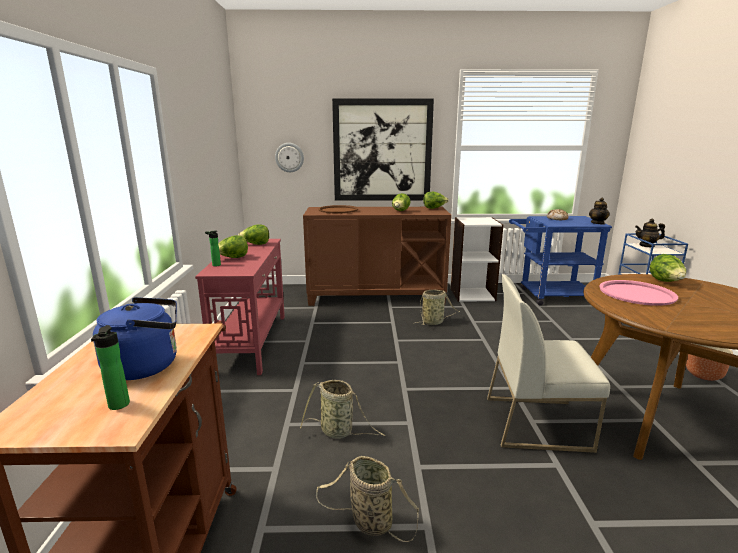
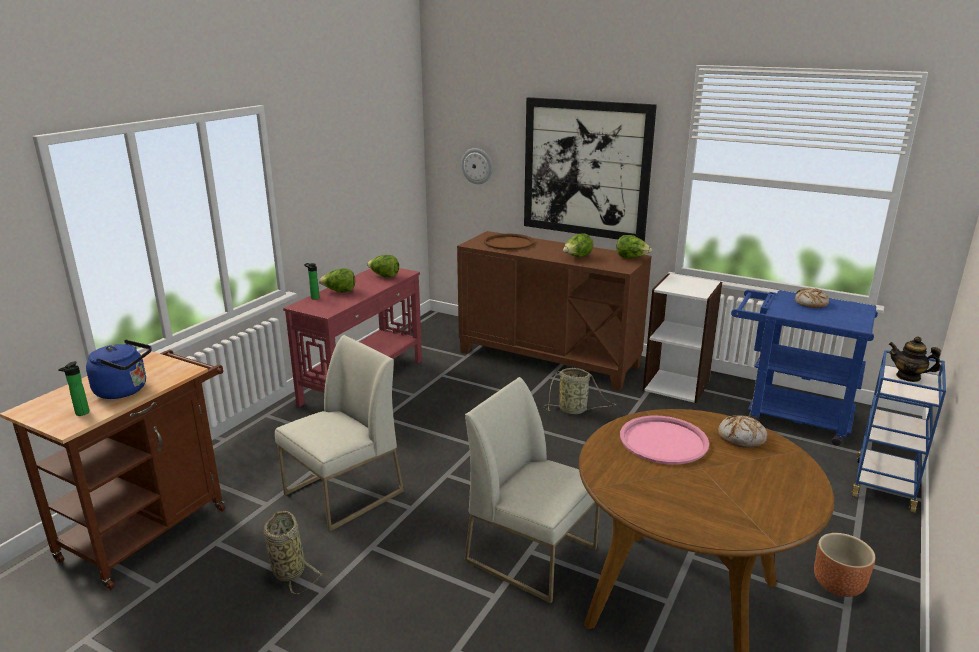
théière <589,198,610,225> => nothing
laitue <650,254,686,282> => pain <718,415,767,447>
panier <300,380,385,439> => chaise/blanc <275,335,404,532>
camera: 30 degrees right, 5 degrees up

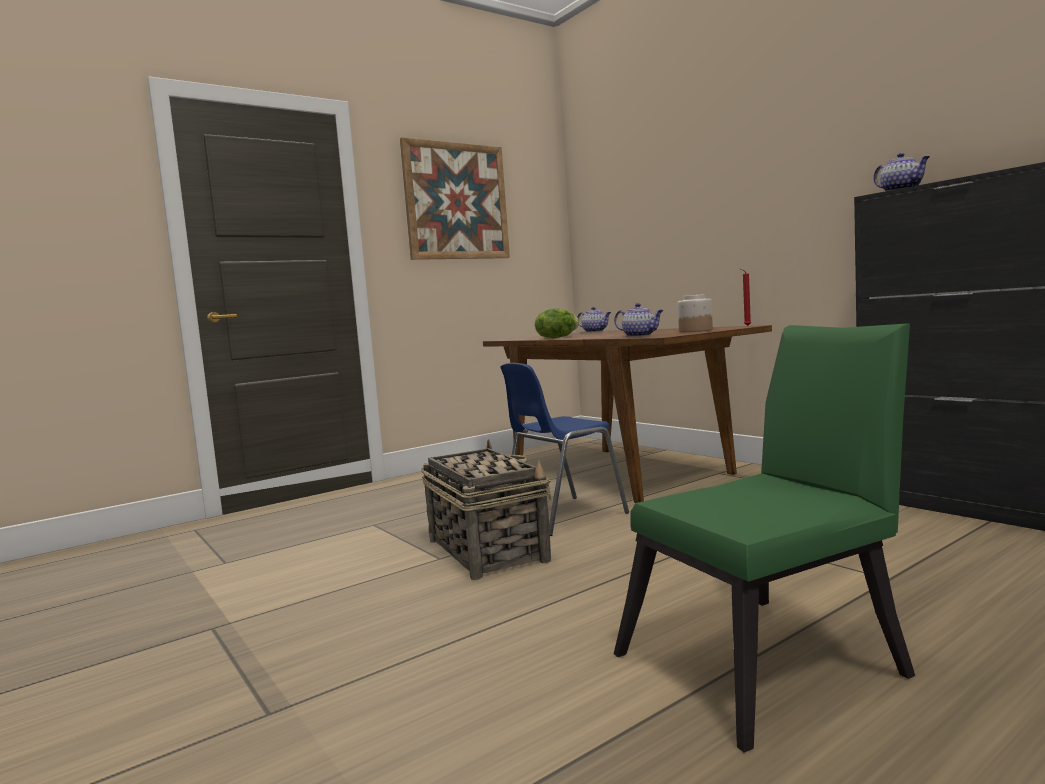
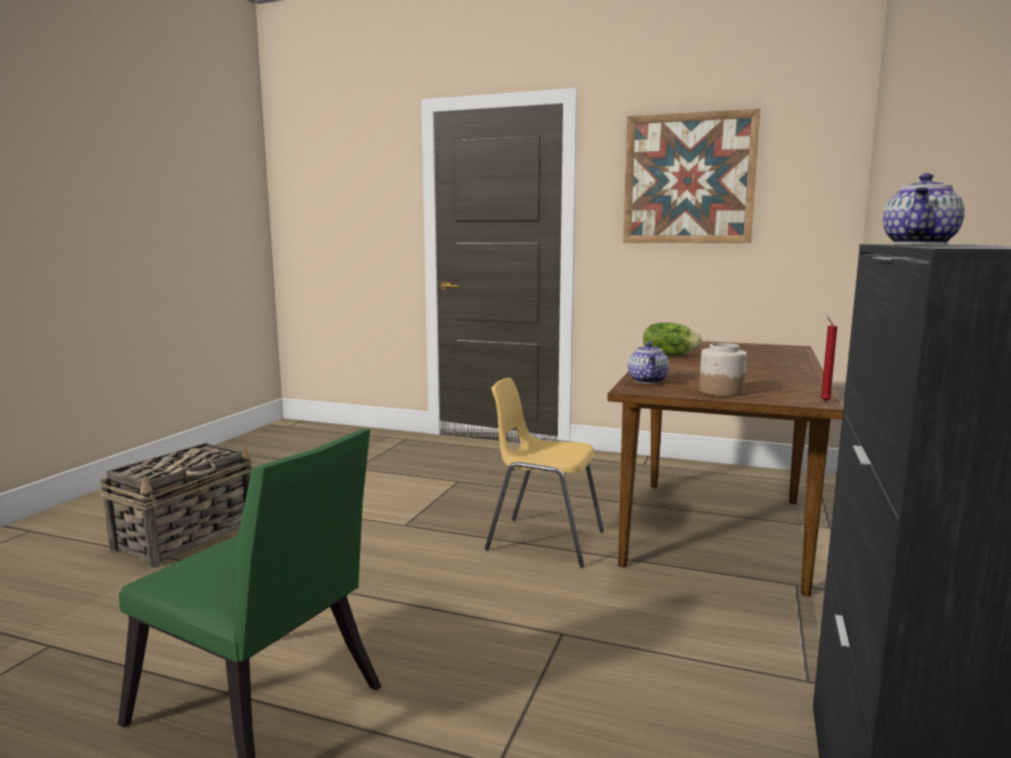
théière <577,307,611,332> => nothing
chaise/bleu <501,363,629,536> => chaise/jaune <485,378,604,568>
panier <421,439,551,580> => panier <99,443,253,568>, relocated
camera: 55 degrees right, 5 degrees up

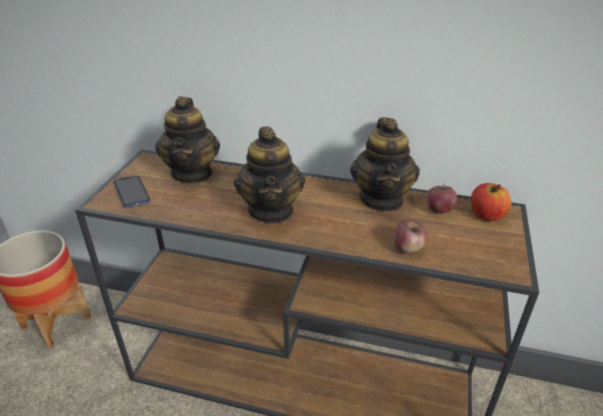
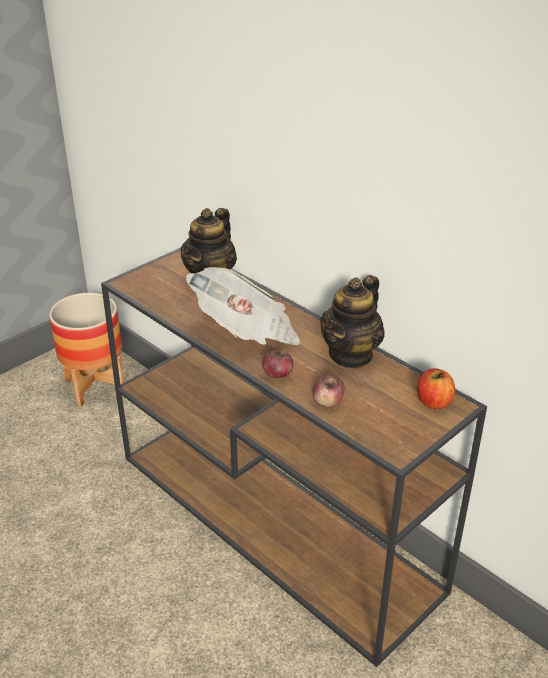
théière <234,127,305,223> => journal <186,267,301,345>
téléphone <114,176,150,207> => nothing
pomme <426,184,457,213> => pomme <262,349,294,378>, relocated
camera: 30 degrees right, 0 degrees up

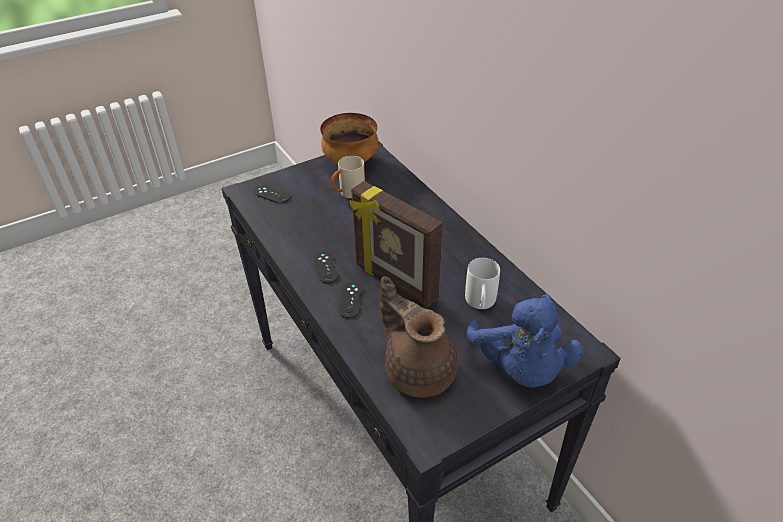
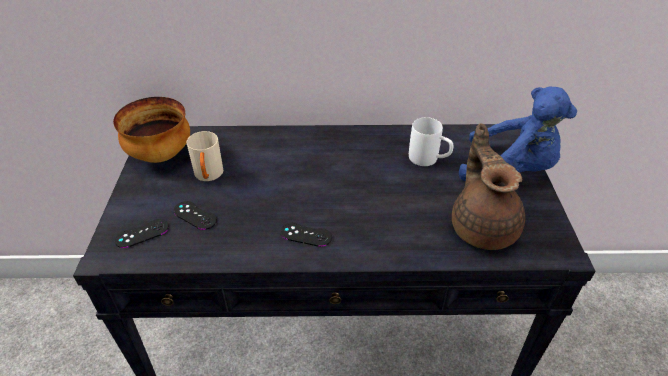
cadre photo <350,181,443,307> => nothing
théière/marron <380,276,458,397> => théière/marron <452,124,525,250>, 90 degrees clockwise
manette/noir <339,282,363,318> => manette/noir <173,201,217,230>, relocated
camera: 60 degrees left, 0 degrees up

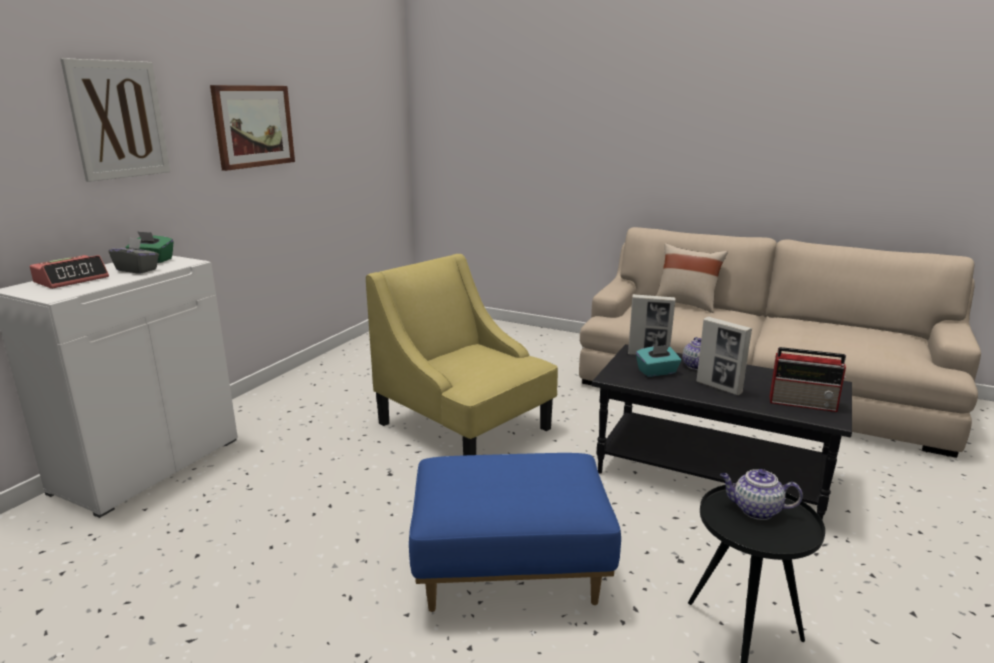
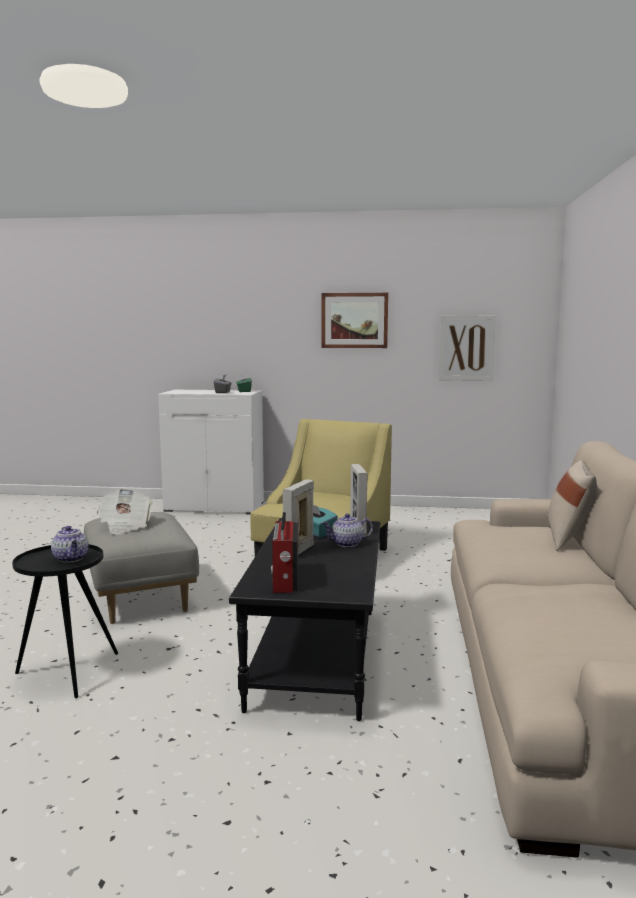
tableau <60,58,170,182> => tableau <439,315,496,381>, relocated
réveil <30,255,109,289> => nothing
pouf/bleu <409,453,621,612> => pouf/gris <84,512,199,624>
théière <720,469,803,520> => théière <51,526,88,563>, 150 degrees clockwise
nothing => journal <97,488,153,535>
camera: 70 degrees right, 10 degrees down

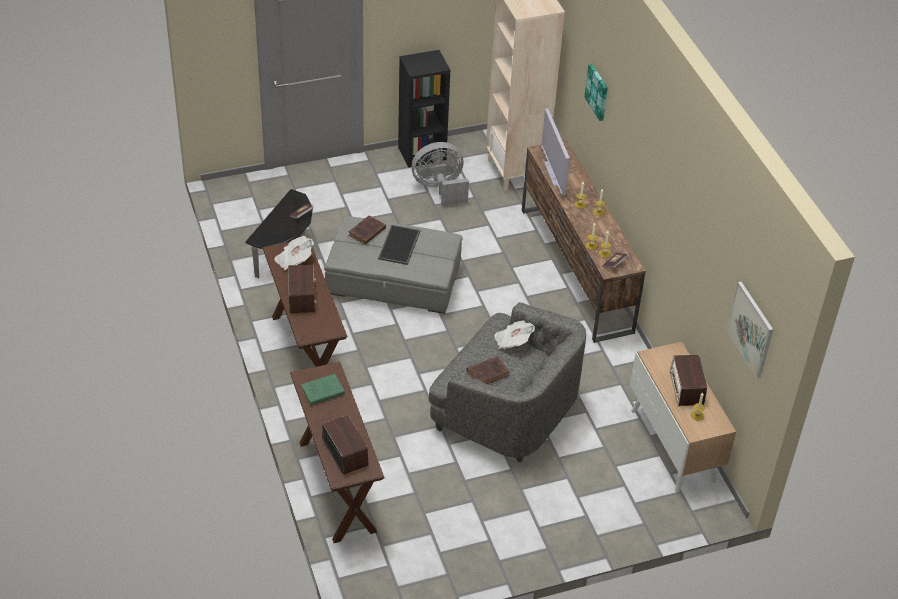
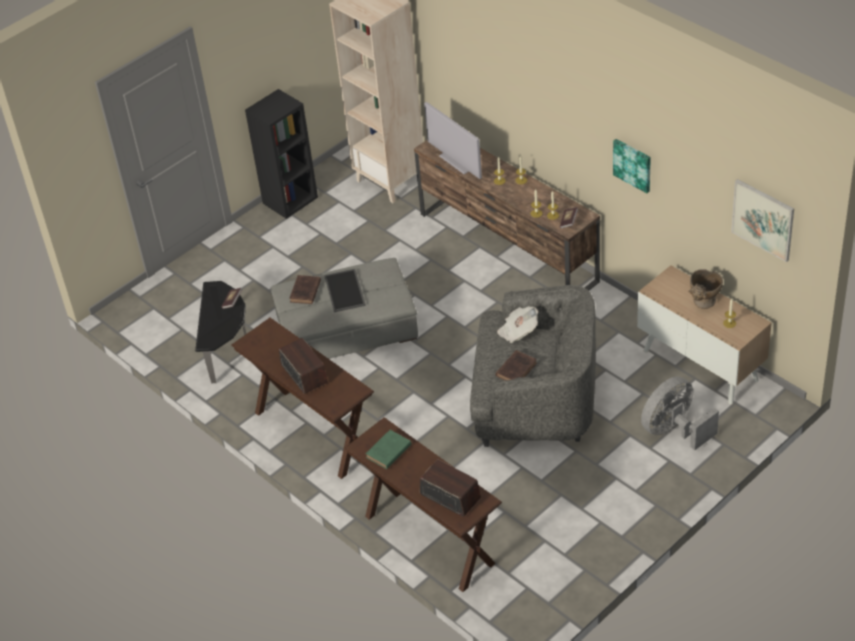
tableau <584,64,608,121> => tableau <613,139,651,193>, relocated
ventilateur/gris <412,142,469,206> => ventilateur/gris <641,376,719,450>, relocated
journal <274,236,314,270> => nothing
radio <670,355,707,406> => vase/beige <688,269,723,309>
camera: 20 degrees left, 0 degrees up

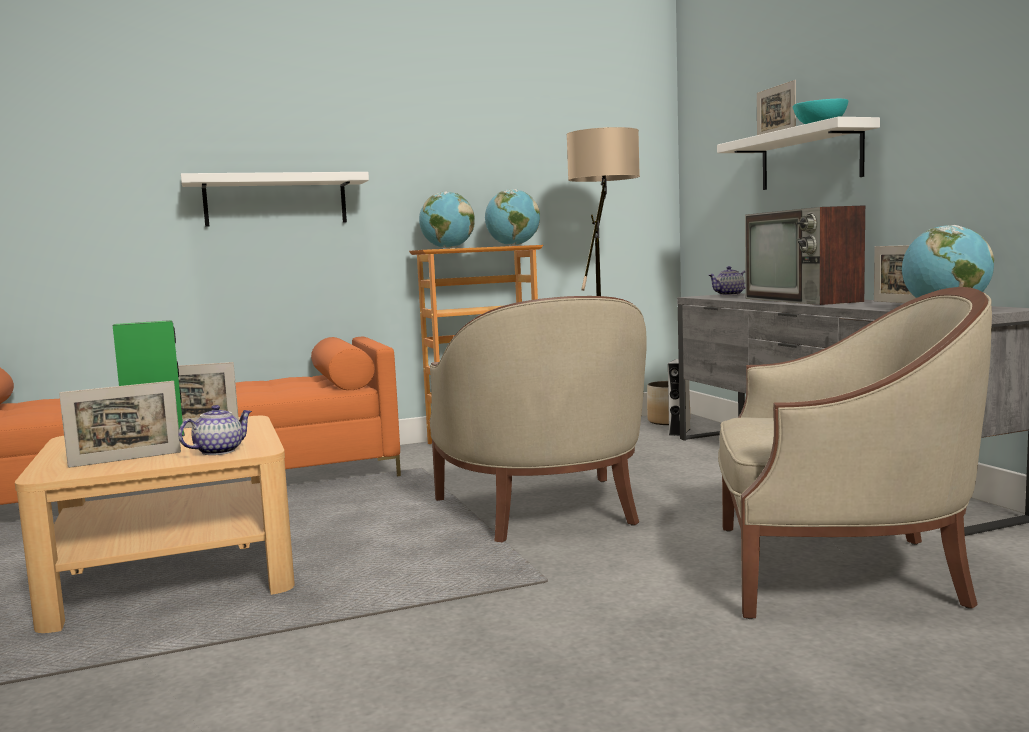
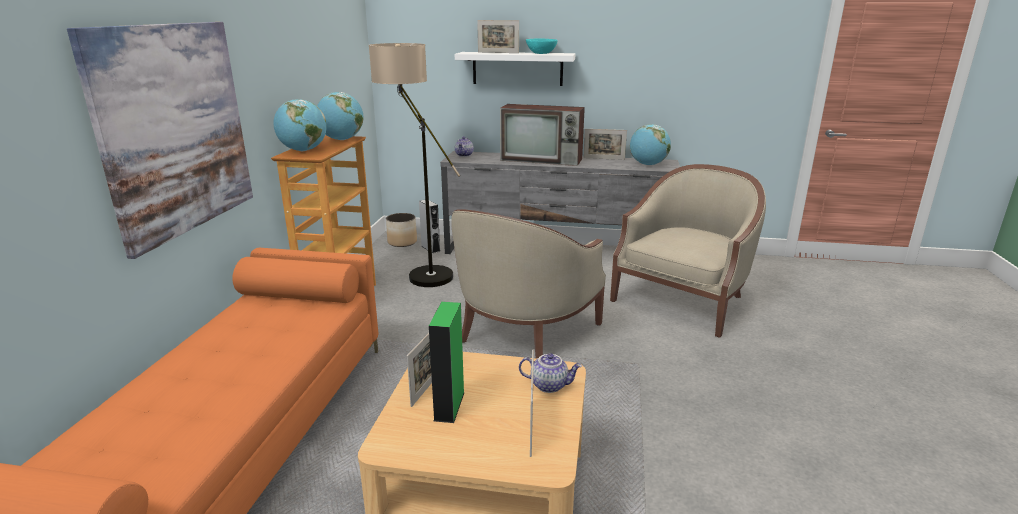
étagère/blanc <181,172,369,227> => tableau <67,22,253,259>
fauteuil/beige <430,296,647,542> => fauteuil/beige <451,209,606,359>, 105 degrees clockwise
théière <178,405,252,455> => théière <519,353,582,393>, 120 degrees clockwise
camera: 60 degrees left, 15 degrees up

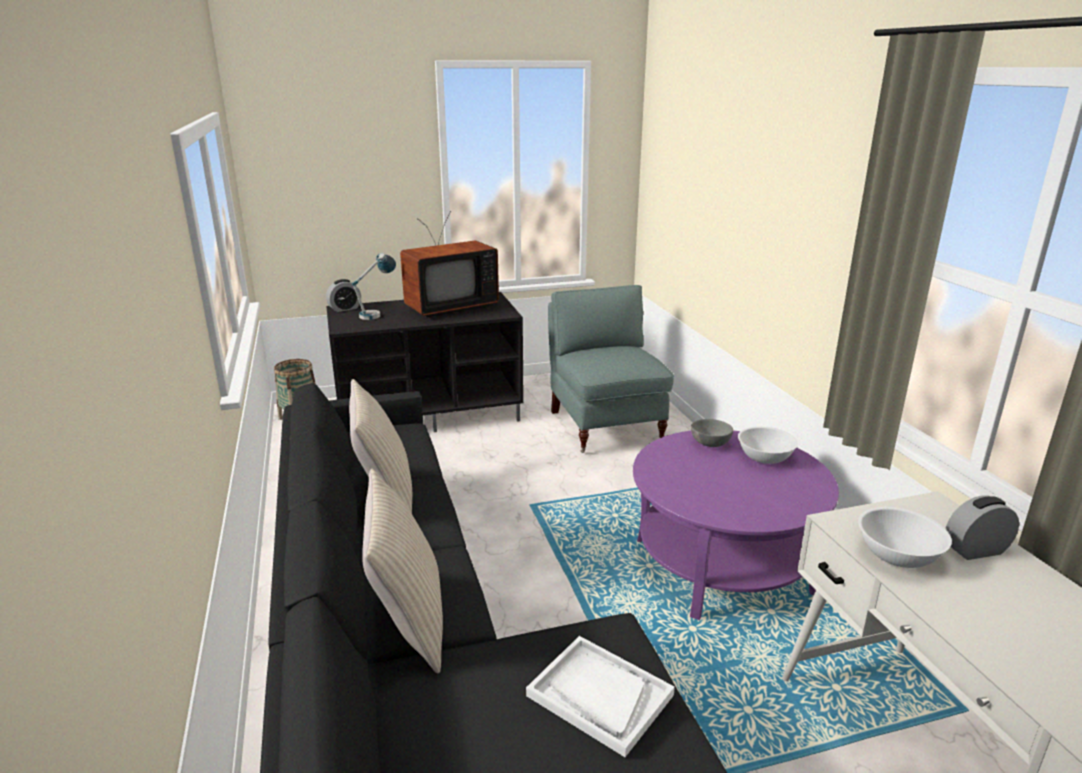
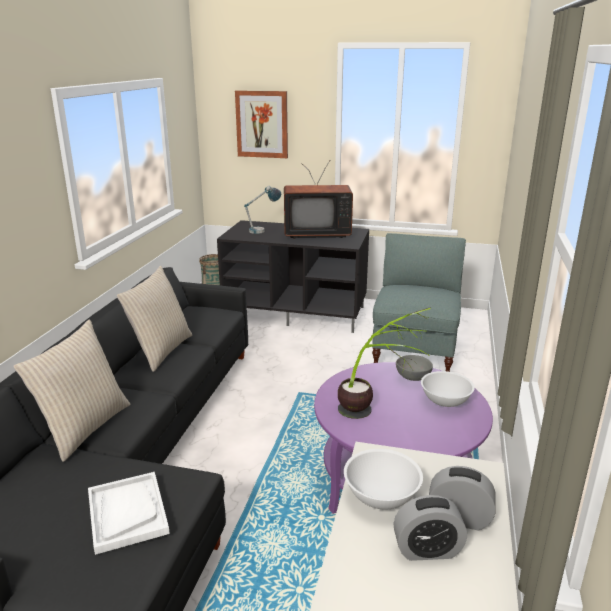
réveil <326,279,361,312> => réveil <393,495,467,561>, relocated
nothing => tableau <235,90,288,158>
nothing => plante en pot <338,307,433,419>
camera: 30 degrees right, 0 degrees up

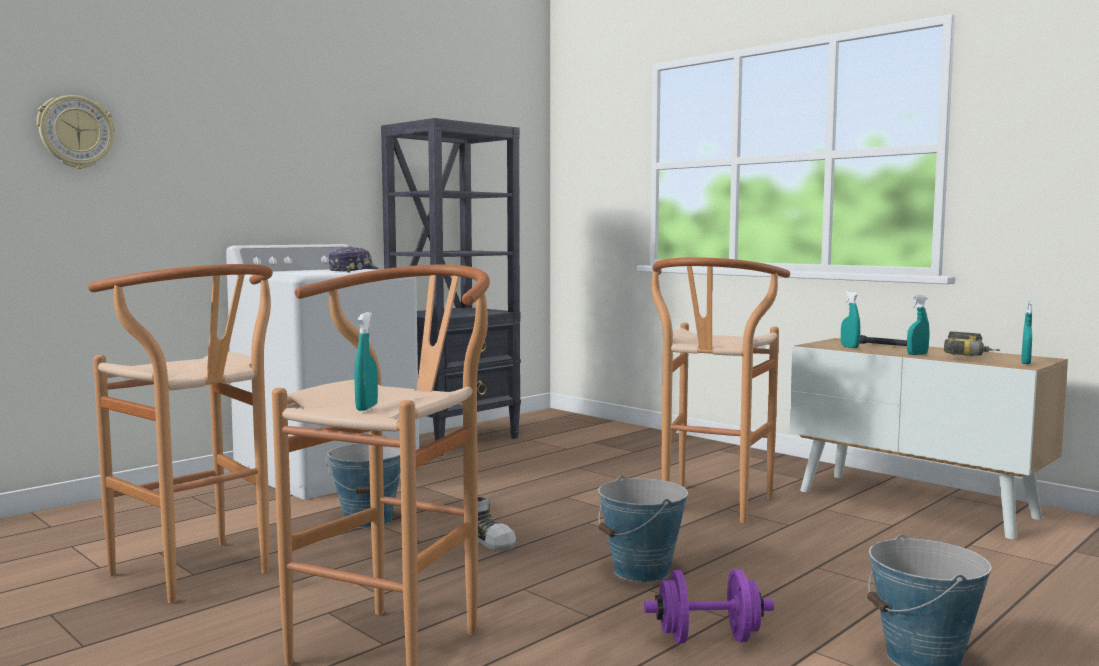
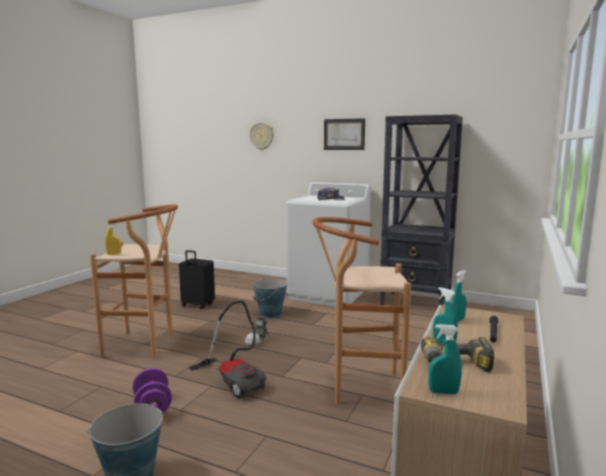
tabouret/marron <88,264,273,604> => valise/noir <179,250,215,309>
vaporisateur/turquoise <354,312,378,411> => vaporisateur/jaune <105,222,121,255>
seau <598,476,688,582> => aspirateur <189,301,266,399>
nothing => tableau <324,118,365,150>
camera: 70 degrees right, 5 degrees up

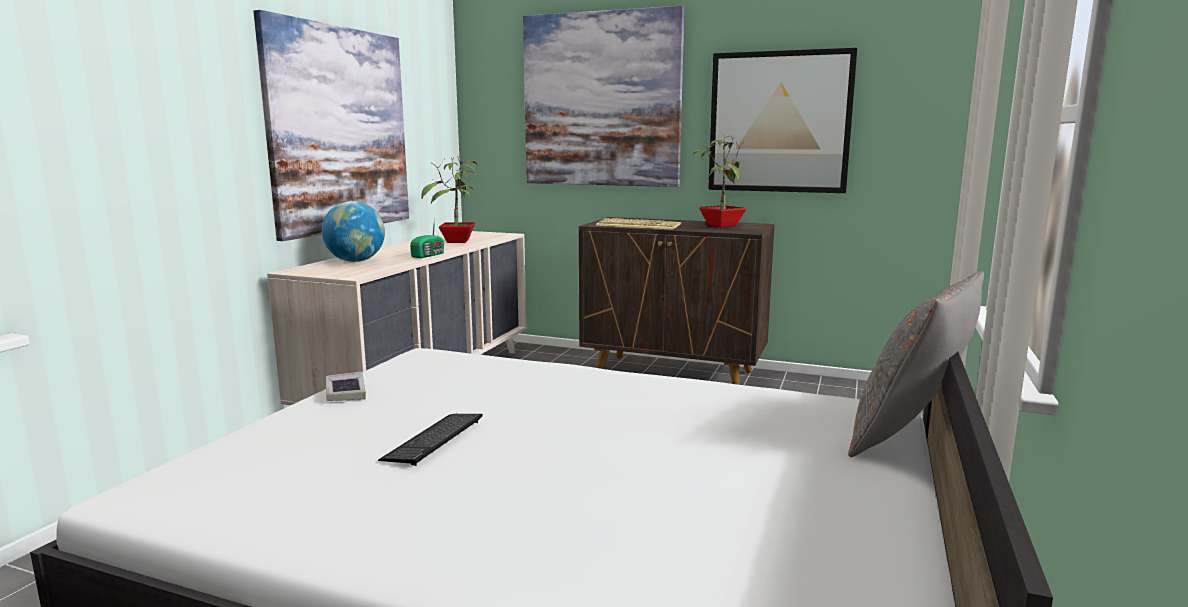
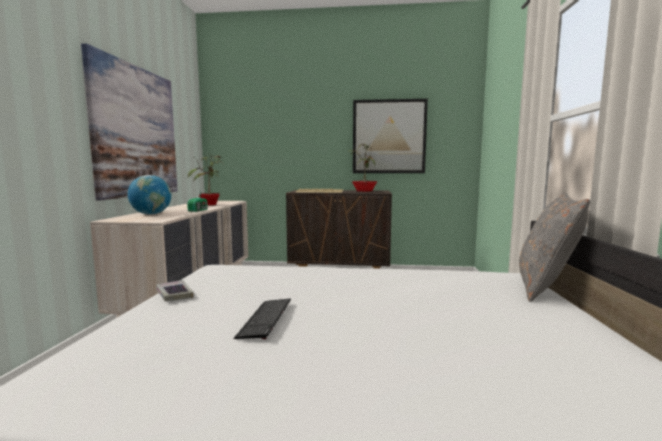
tableau <523,6,684,187> => nothing
camera: 15 degrees left, 5 degrees down

